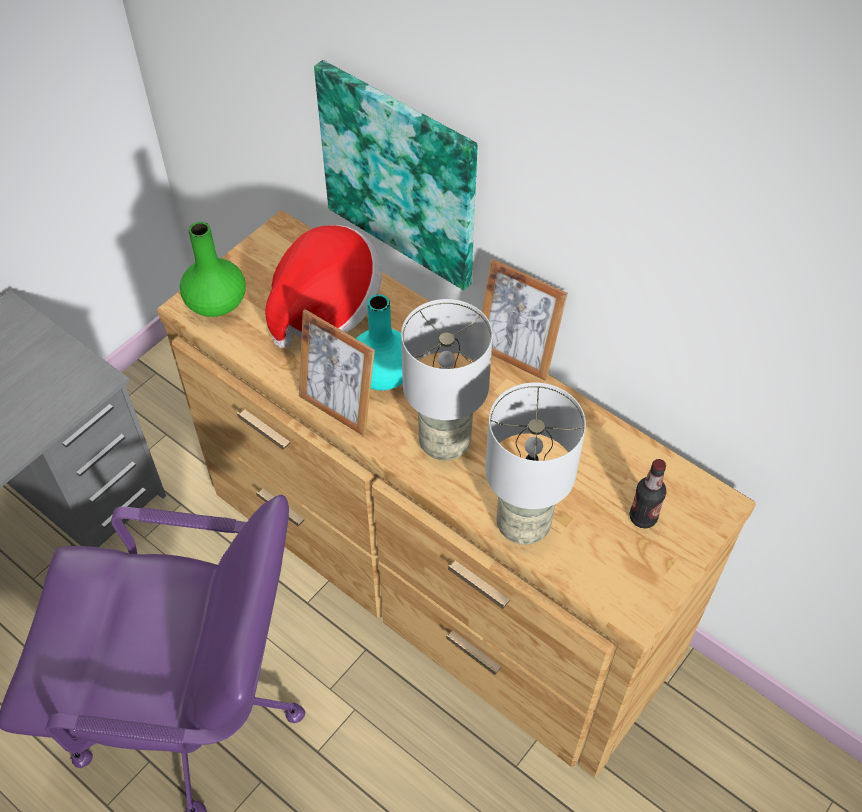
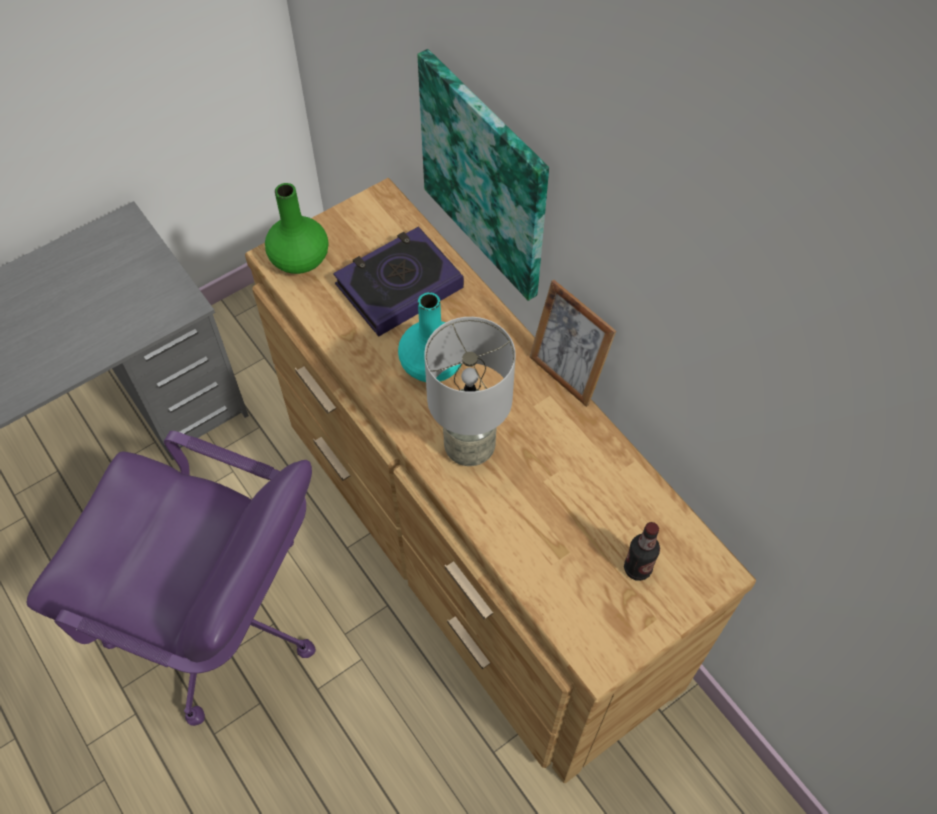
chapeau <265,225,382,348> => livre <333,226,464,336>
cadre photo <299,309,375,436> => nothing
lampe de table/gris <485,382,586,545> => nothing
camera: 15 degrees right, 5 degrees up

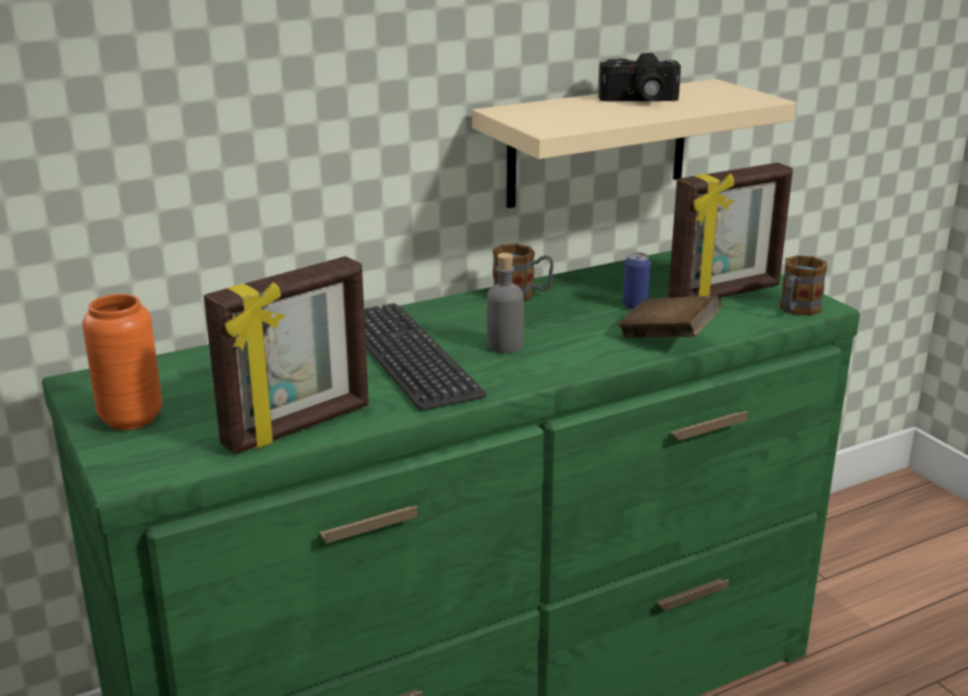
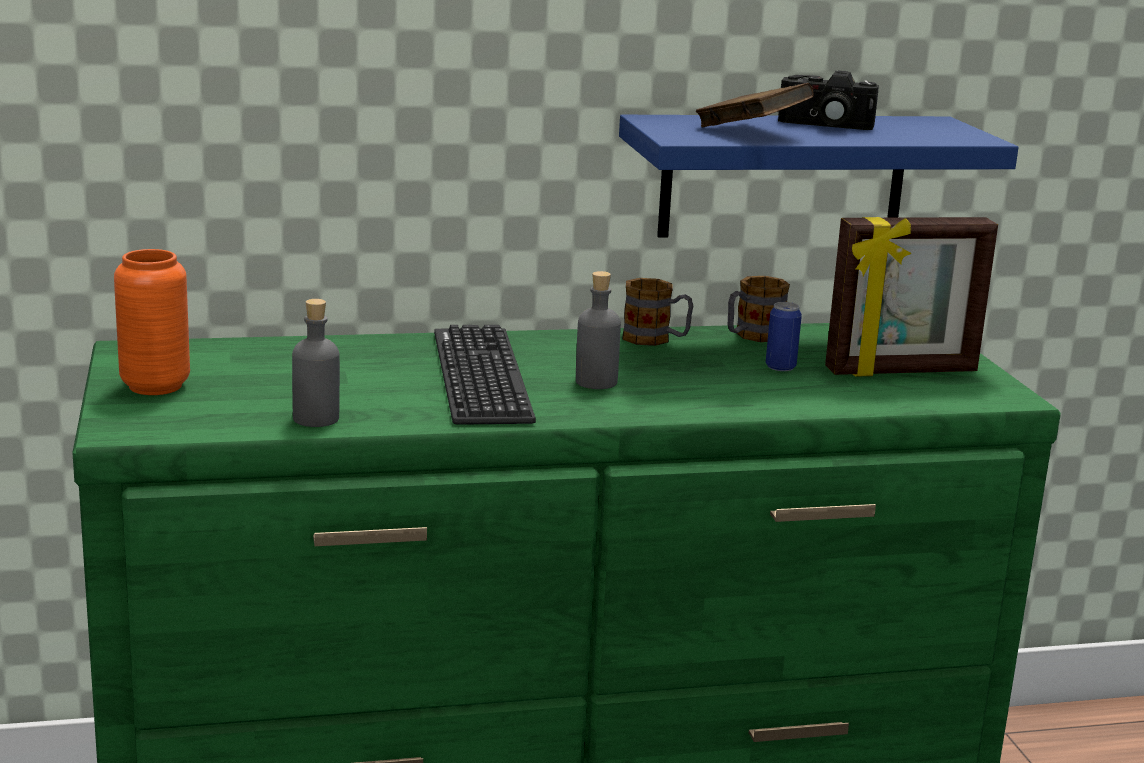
étagère/beige <472,79,796,208> => étagère/bleu <619,115,1019,238>
mug <780,255,827,316> => mug <728,276,790,342>, relocated
cadre photo <204,256,369,454> => bouteille/gris <292,299,340,427>
livre/marron <618,295,721,338> => livre/marron <696,83,814,128>, relocated
camera: 15 degrees right, 5 degrees down

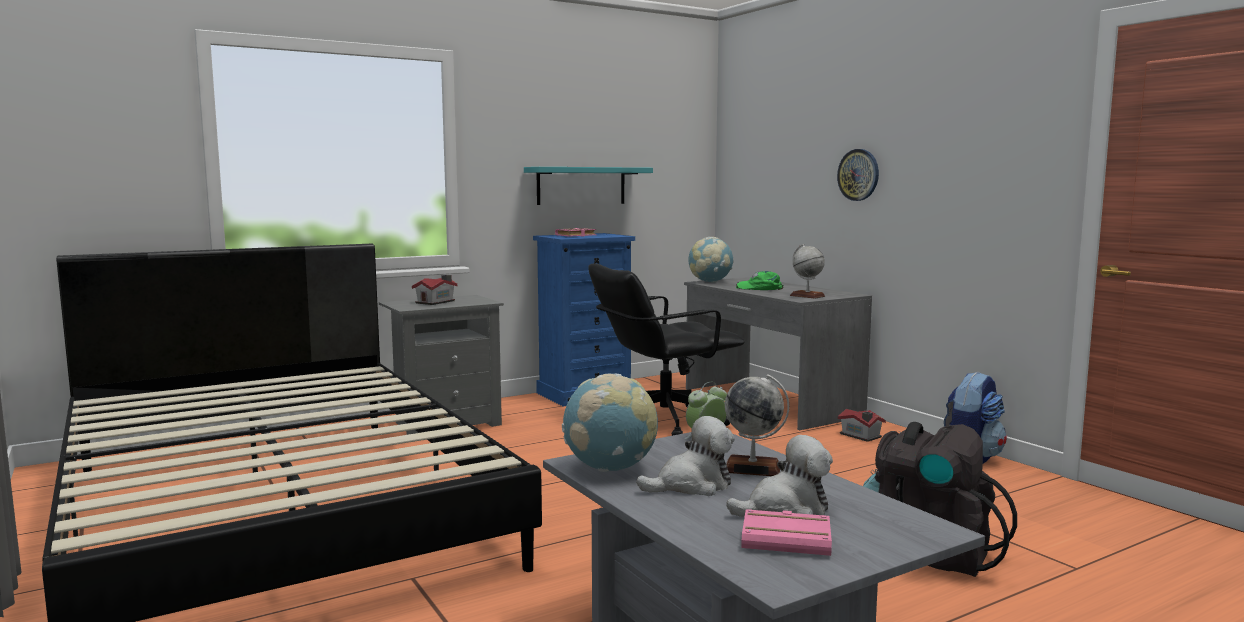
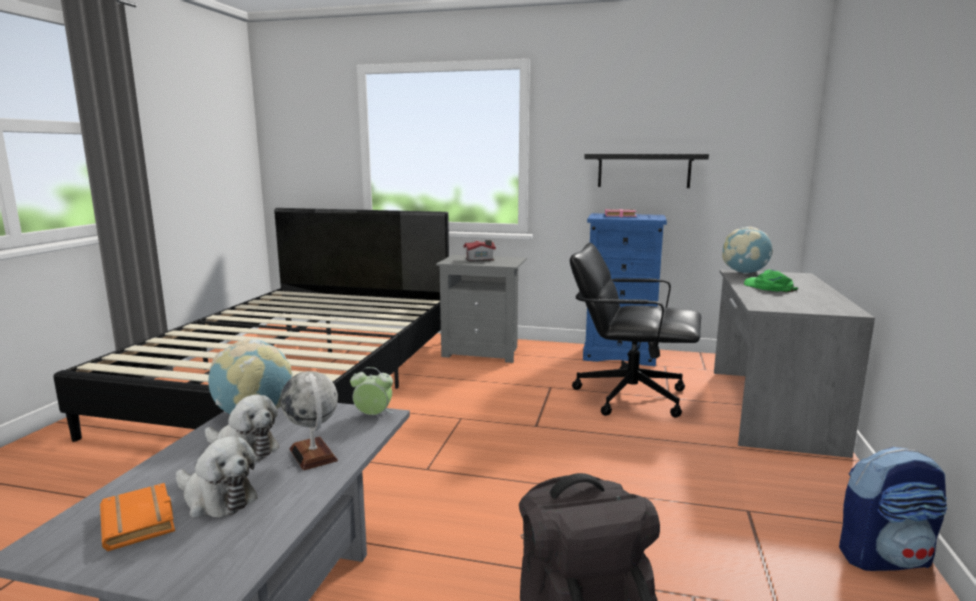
horloge murale <837,149,879,201> => nothing
étagère/turquoise <524,167,653,205> => étagère/noir <584,154,709,188>
globe <790,244,825,299> => nothing
maison miniature <838,409,886,442> => nothing
livre/rose <742,509,832,556> => livre/orange <100,483,175,551>
camera: 45 degrees right, 5 degrees up

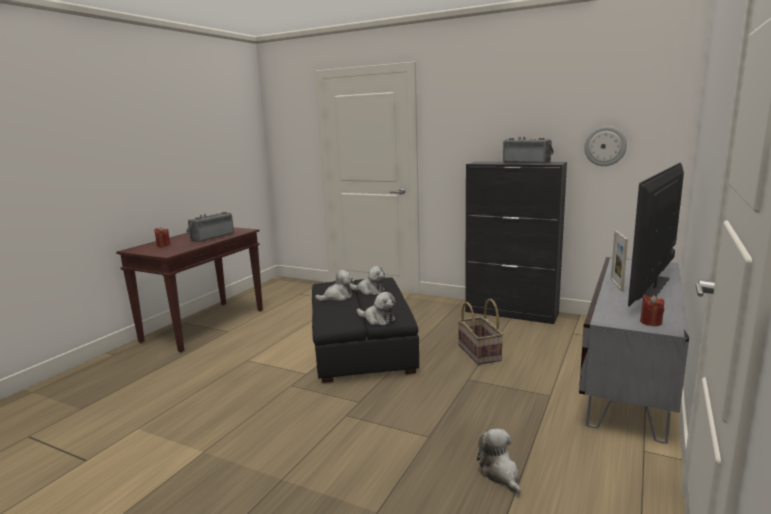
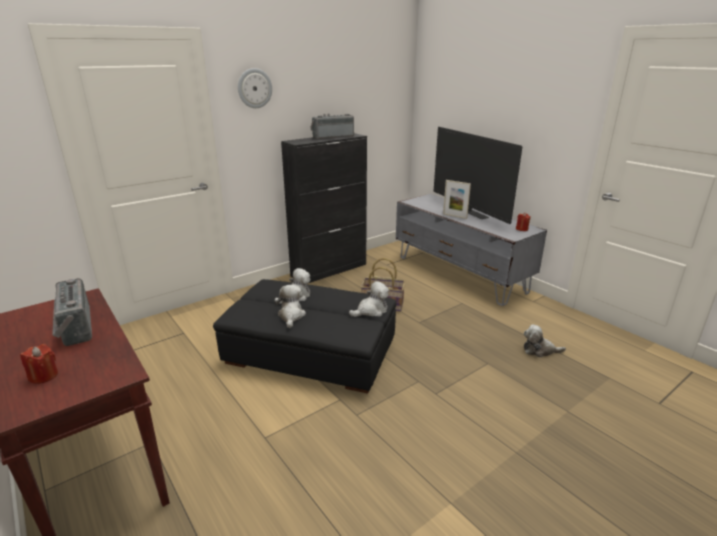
horloge murale <584,126,627,166> => horloge murale <238,68,272,108>, relocated
camera: 65 degrees left, 10 degrees up

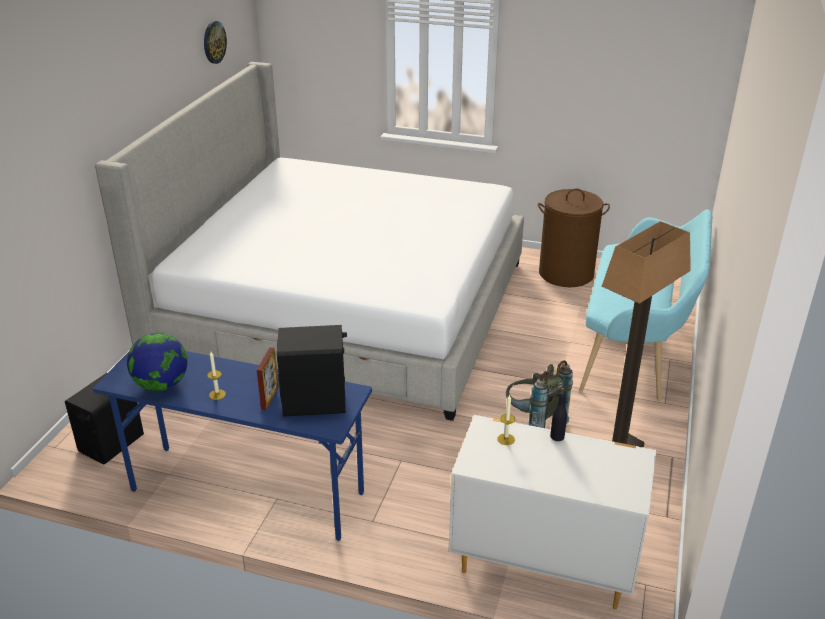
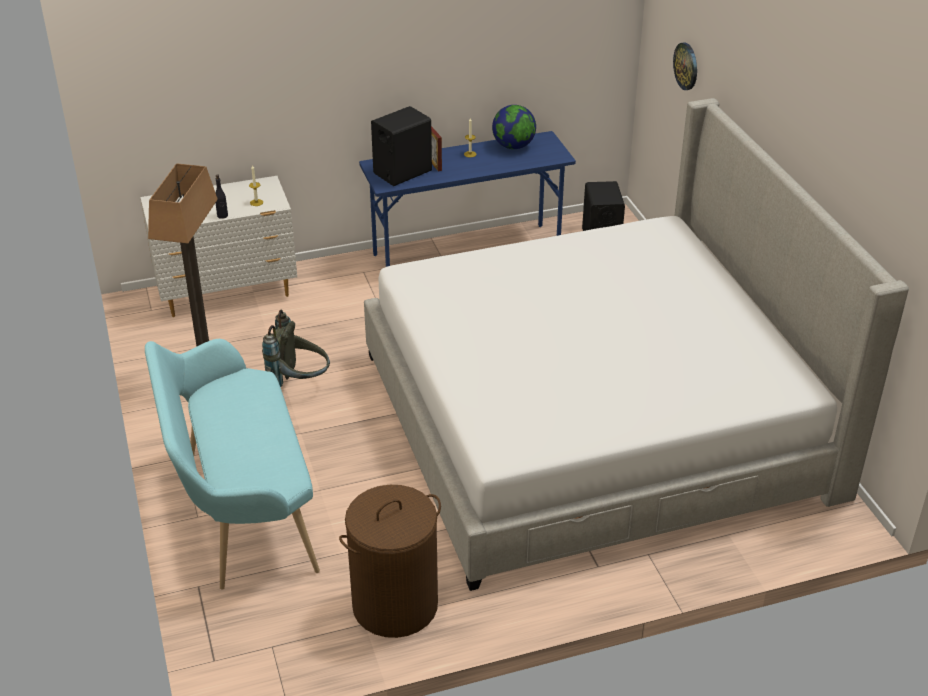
horloge murale <204,21,227,64> => horloge murale <673,42,697,90>, relocated
camera: 145 degrees right, 5 degrees up

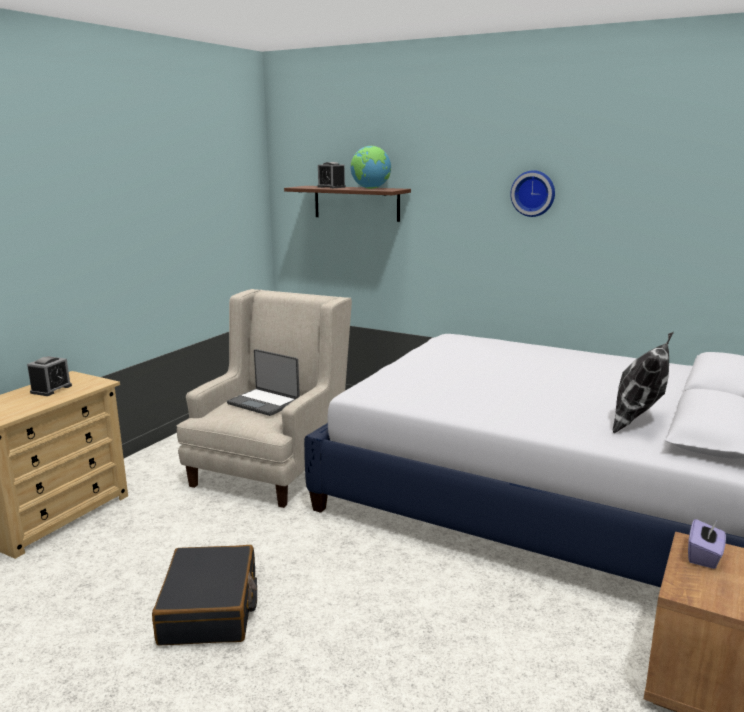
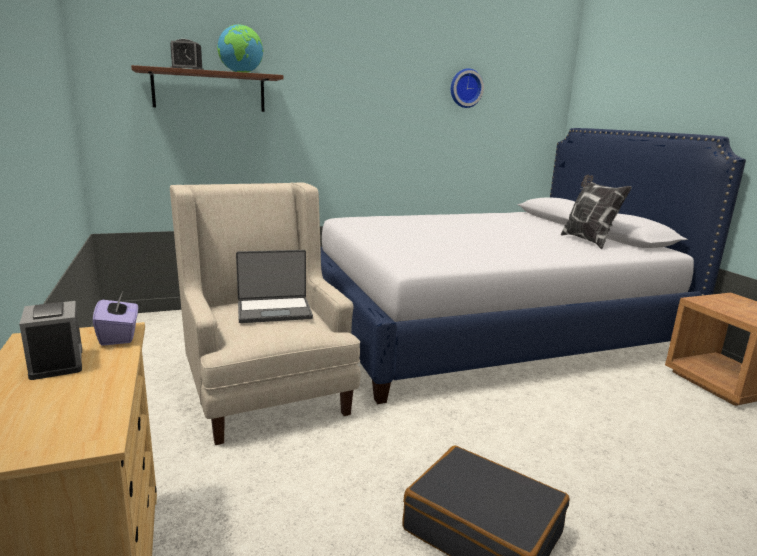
horloge murale <510,170,555,217> => horloge murale <451,68,484,108>, relocated
boîte à mouchoirs/violet <688,519,726,569> => boîte à mouchoirs/violet <93,290,138,346>, relocated
camera: 50 degrees left, 0 degrees up

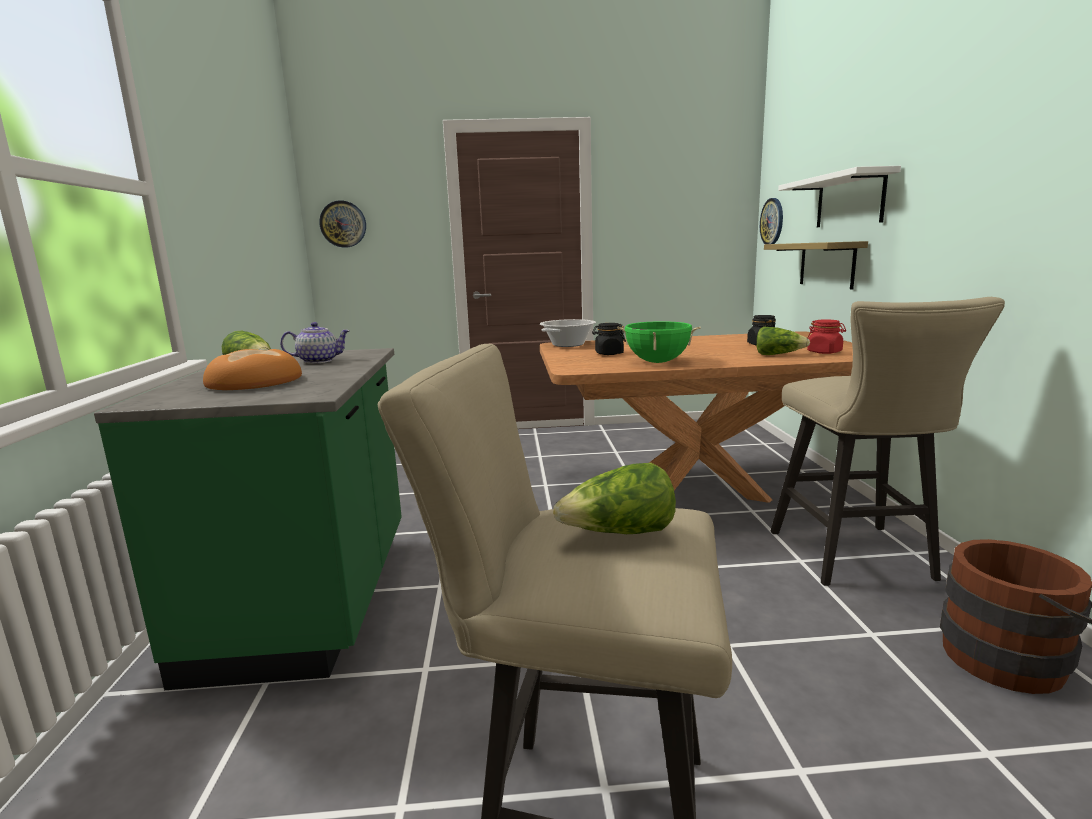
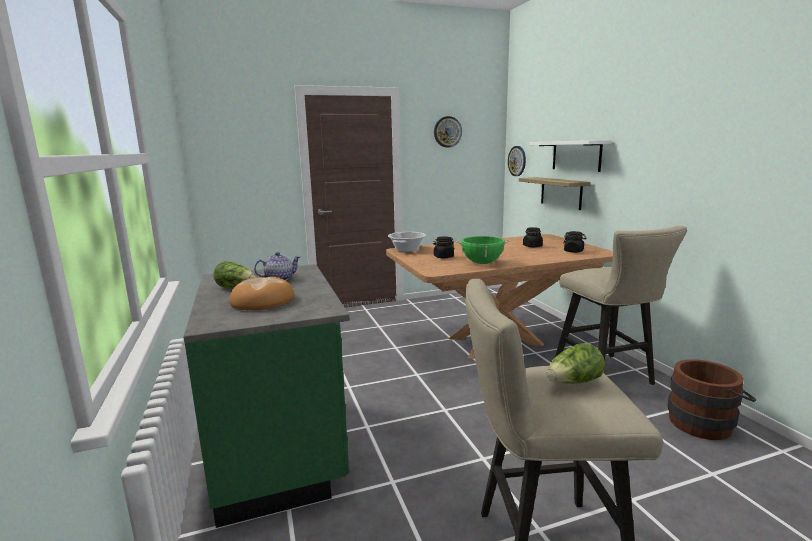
horloge murale <319,200,366,248> => horloge murale <434,116,462,147>, relocated
bocal/rouge <807,320,846,354> => bocal/noir <563,231,587,253>
laitue <756,327,810,355> => nothing
camera: 15 degrees left, 0 degrees up

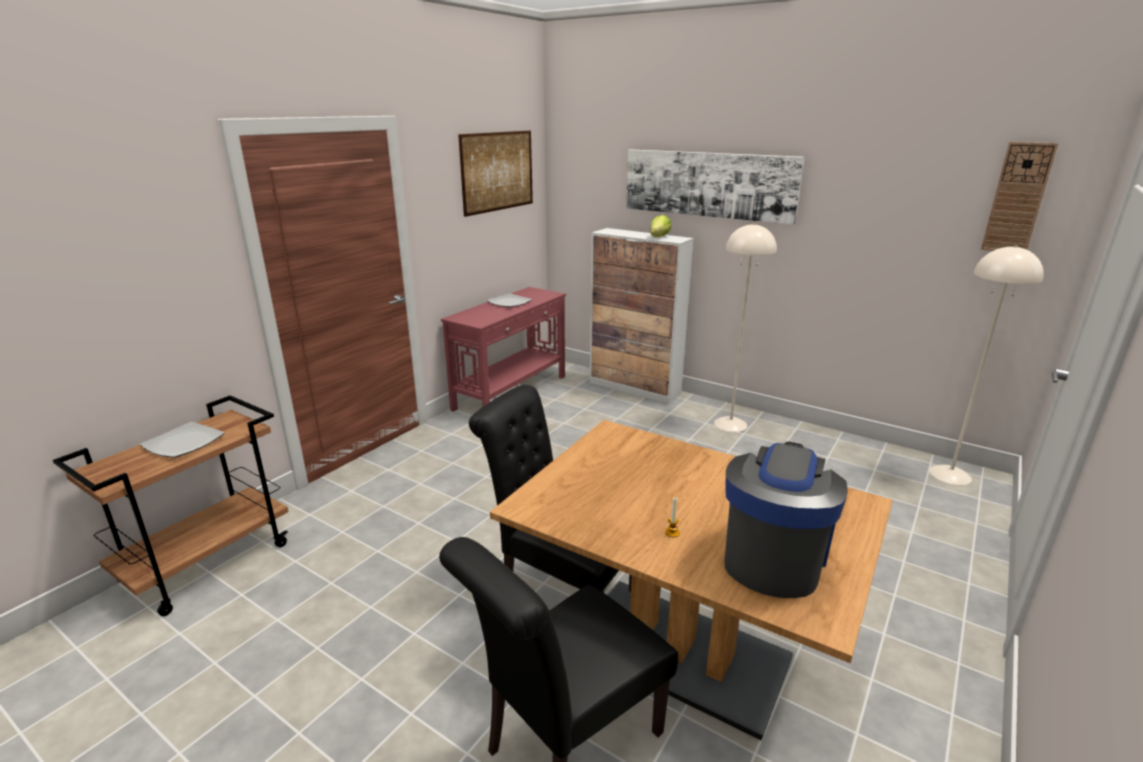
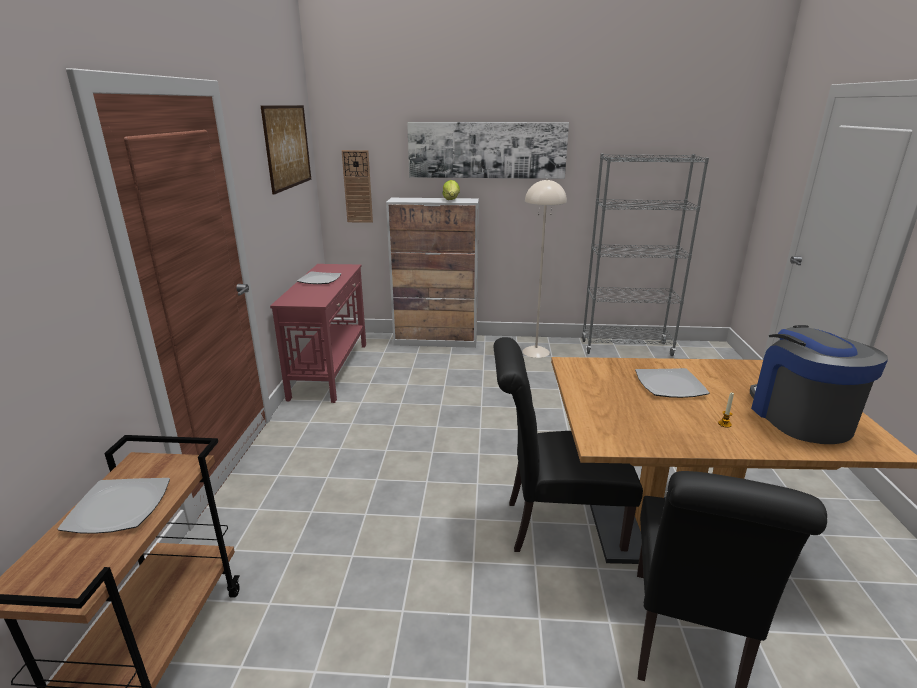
horloge murale <981,142,1058,251> => horloge murale <342,150,373,223>, relocated
lampadaire/beige <929,245,1044,485> => nothing
nothing => bibliothèque/gris <582,154,709,356>
nothing => assiette <635,368,710,398>
camera: 30 degrees left, 0 degrees up

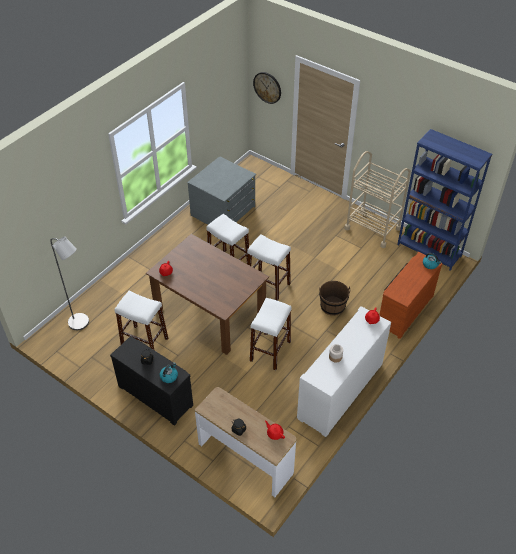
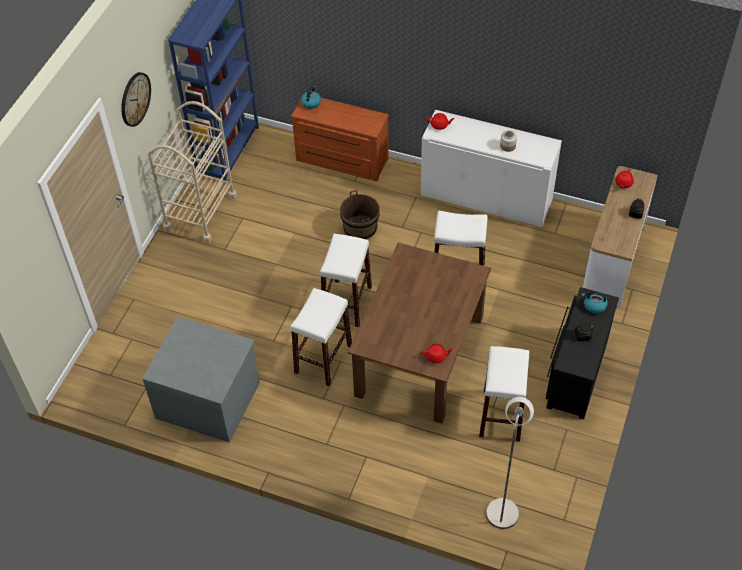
horloge murale <253,72,281,104> => horloge murale <121,72,151,127>, relocated
camera: 105 degrees left, 5 degrees up

